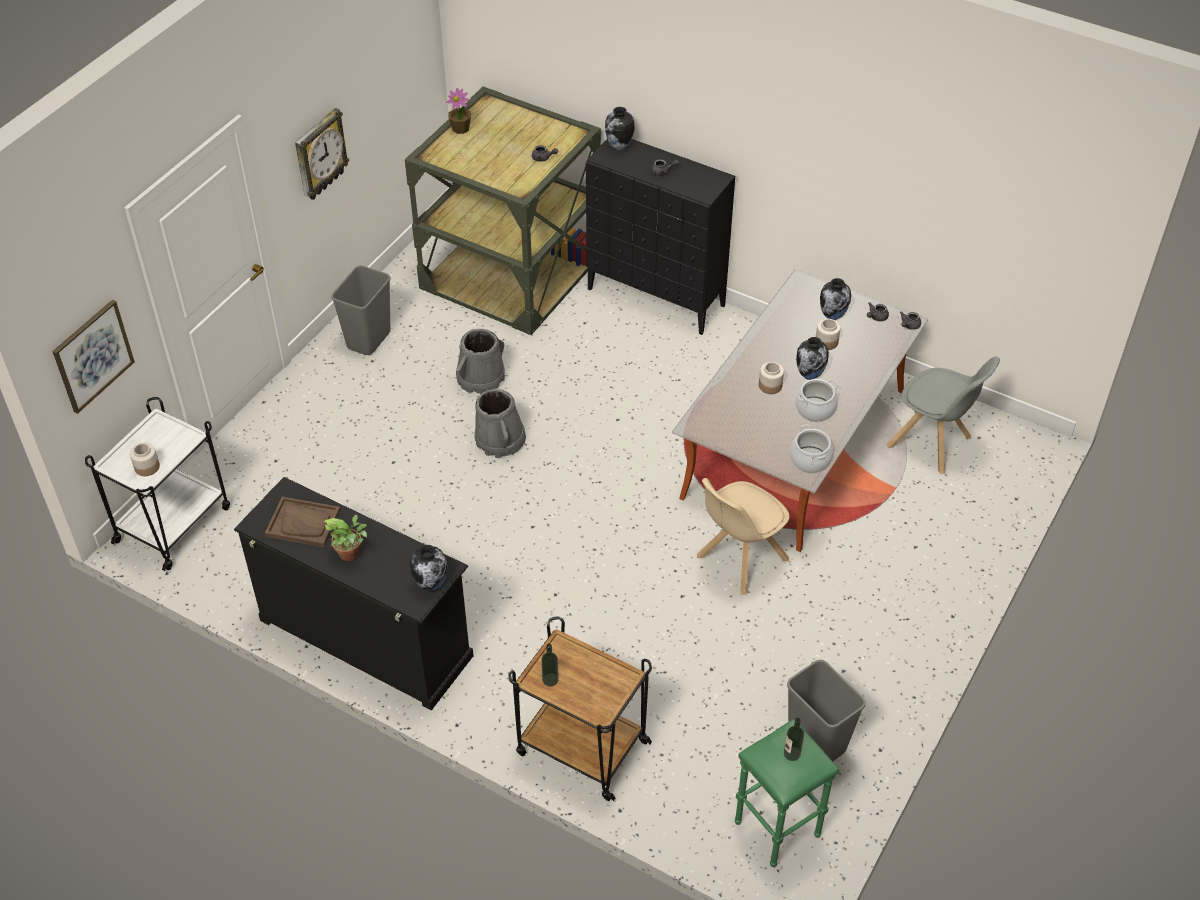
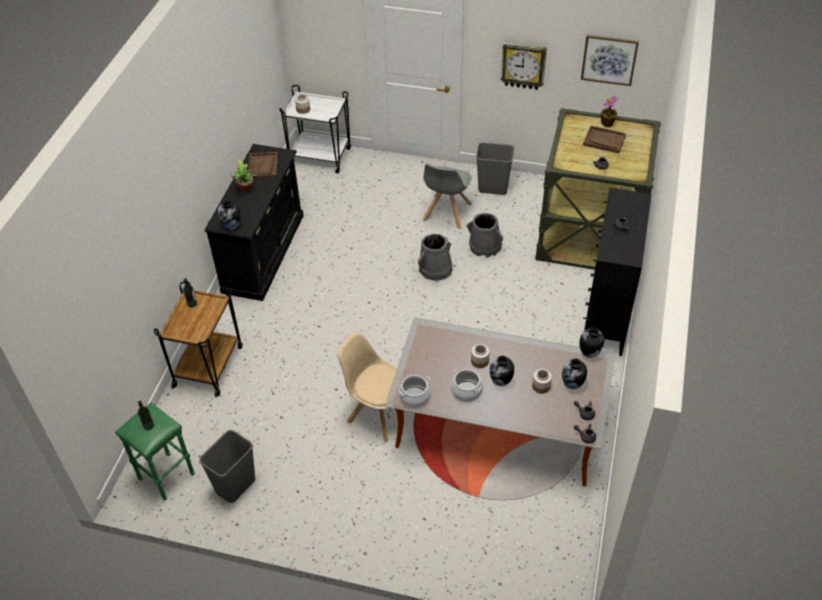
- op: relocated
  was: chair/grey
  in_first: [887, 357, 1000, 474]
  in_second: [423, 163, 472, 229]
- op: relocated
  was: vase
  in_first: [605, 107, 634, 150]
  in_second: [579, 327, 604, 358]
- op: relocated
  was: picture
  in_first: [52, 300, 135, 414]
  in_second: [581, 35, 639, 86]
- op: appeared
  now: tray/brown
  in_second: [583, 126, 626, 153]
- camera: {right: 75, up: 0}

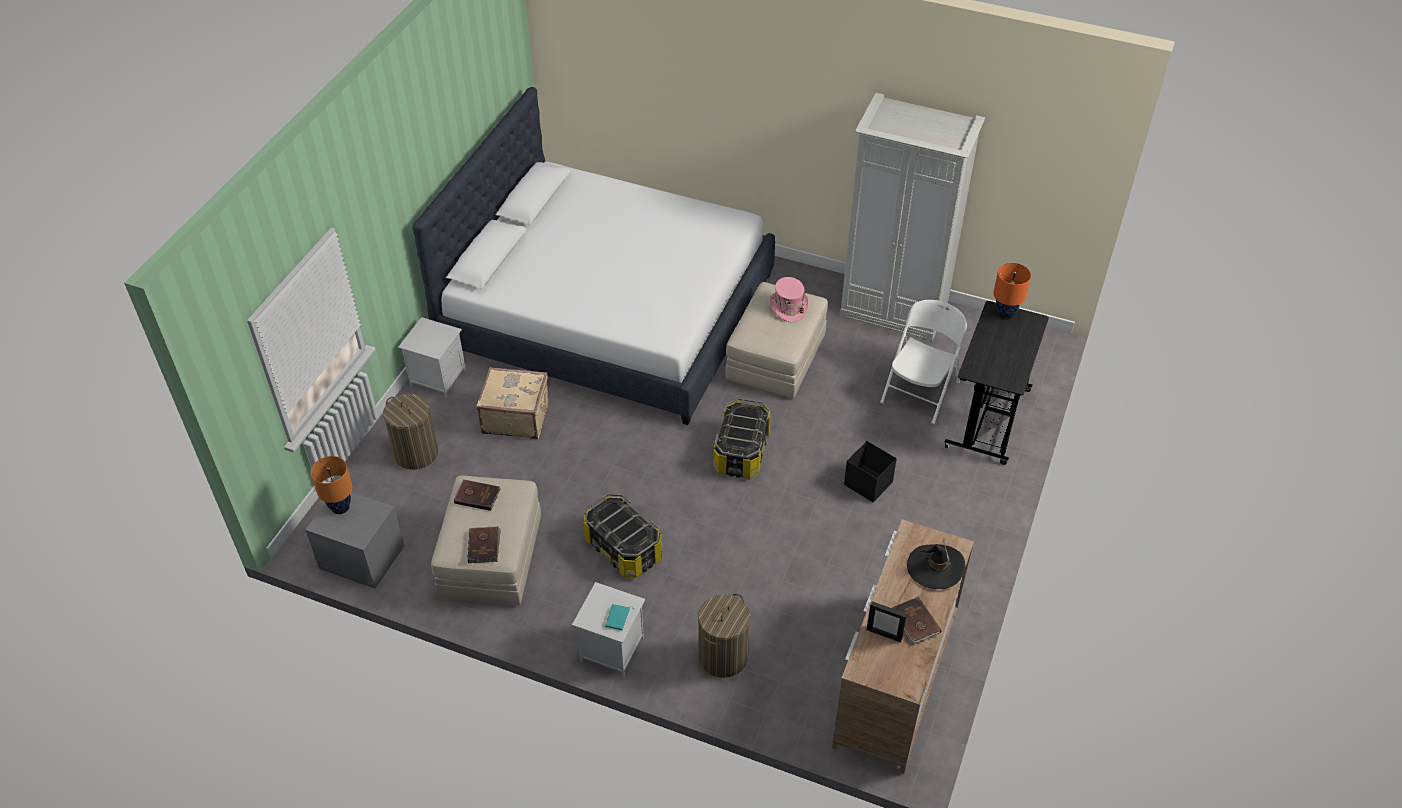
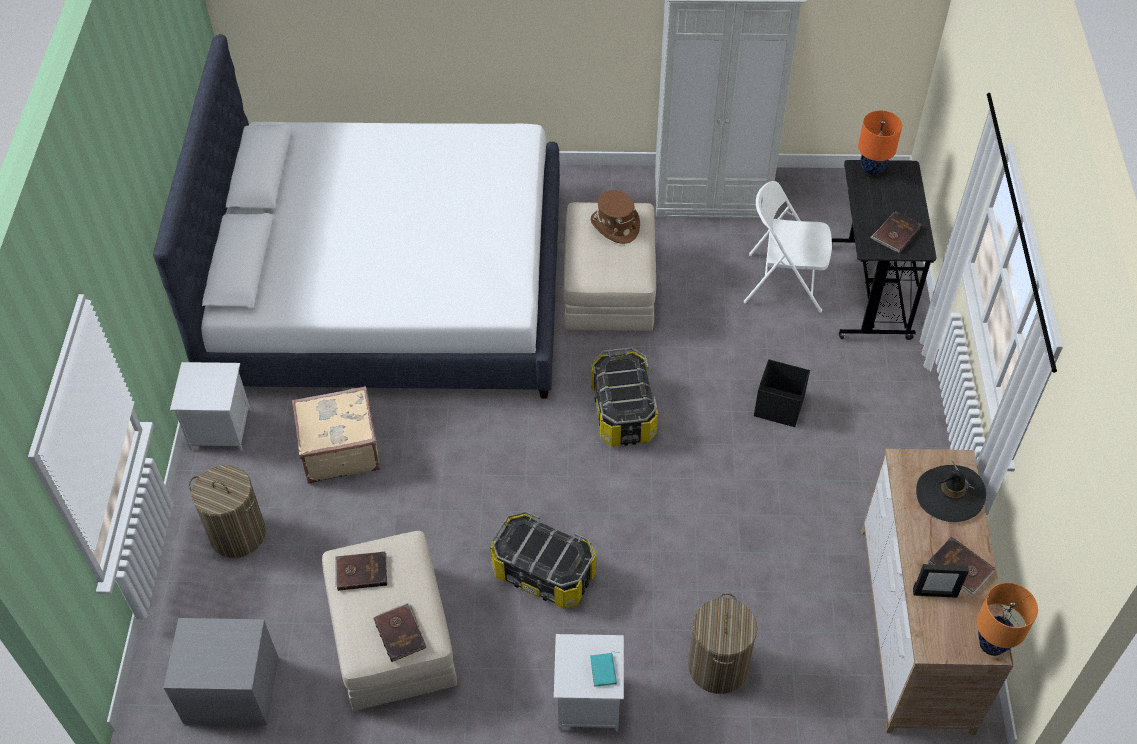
- op: colour
  was: hat/pink
  now: hat/brown
  in_first: [769, 277, 809, 322]
  in_second: [591, 190, 640, 244]
- op: spun
  was: chair/white
  in_first: [880, 300, 967, 424]
  in_second: [744, 181, 832, 313]
  clockwise: -90
- op: appeared
  now: book/brown
  in_second: [870, 211, 922, 254]
- op: relocated
  was: table lamp/orange
  in_first: [311, 456, 353, 514]
  in_second: [977, 583, 1038, 656]
- camera: {right: -20, up: 5}

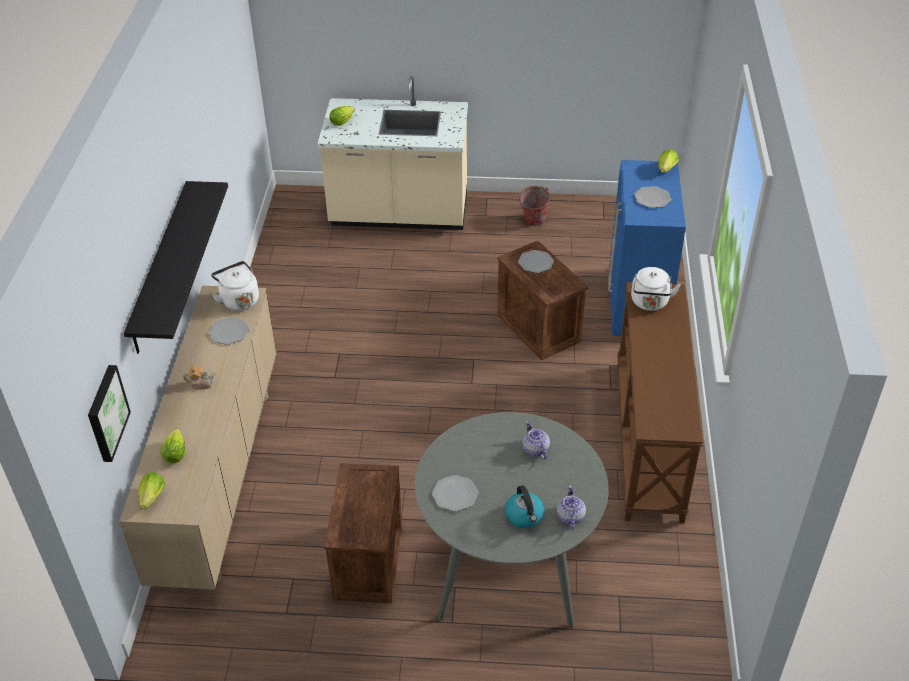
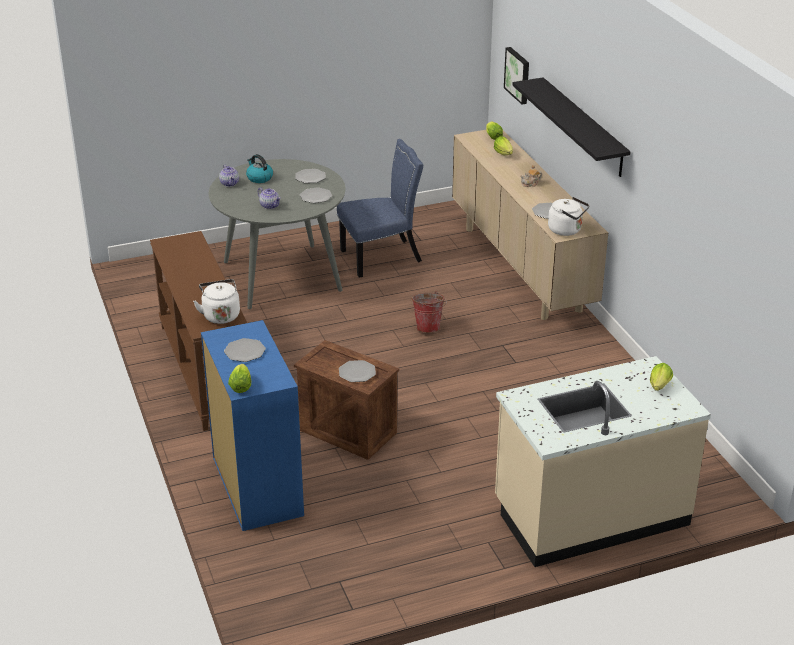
- op: appeared
  now: plate
  in_second: [300, 187, 332, 203]
- op: exchanged
  was: crate
  now: chair/blue
  in_first: [324, 463, 402, 603]
  in_second: [337, 139, 424, 278]
- op: relocated
  was: bucket
  in_first: [517, 186, 550, 226]
  in_second: [412, 291, 447, 333]
- camera: {right: 155, up: -10}

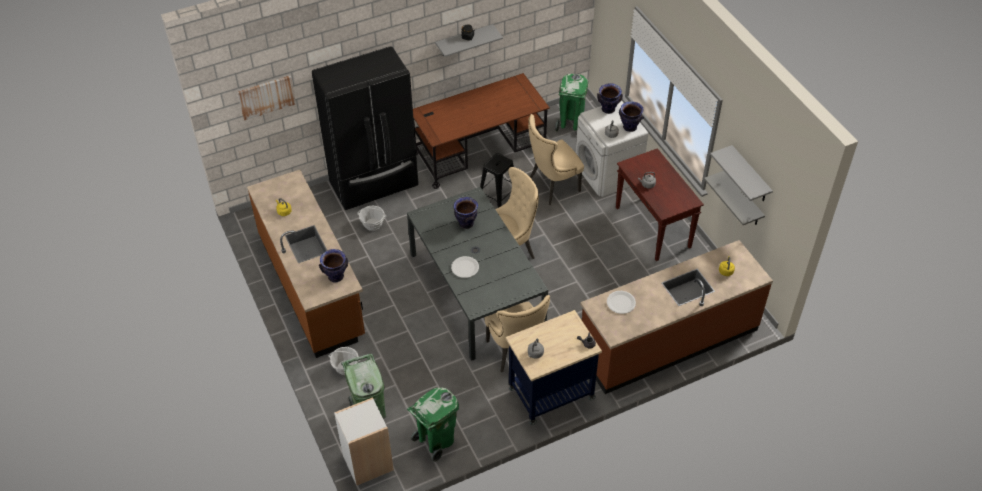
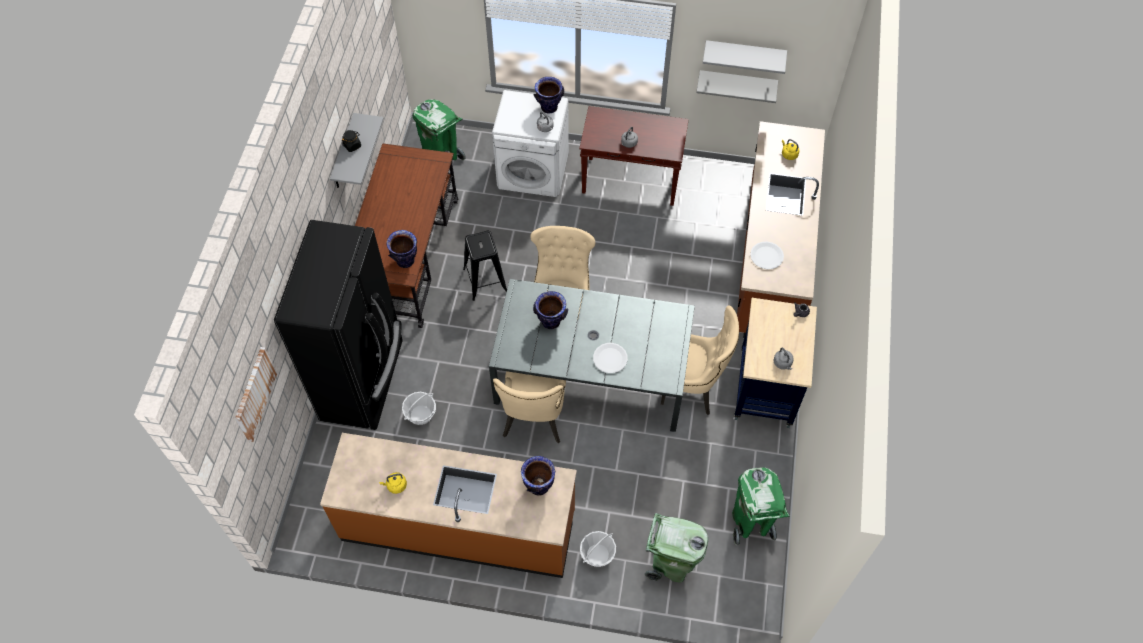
- op: relocated
  was: vase
  in_first: [597, 83, 623, 114]
  in_second: [387, 230, 417, 268]
- op: relocated
  was: chair/beige
  in_first: [528, 114, 584, 205]
  in_second: [493, 368, 566, 443]
- op: missing
  was: bookcase
  in_first: [334, 397, 394, 486]
- camera: {right: -55, up: 10}

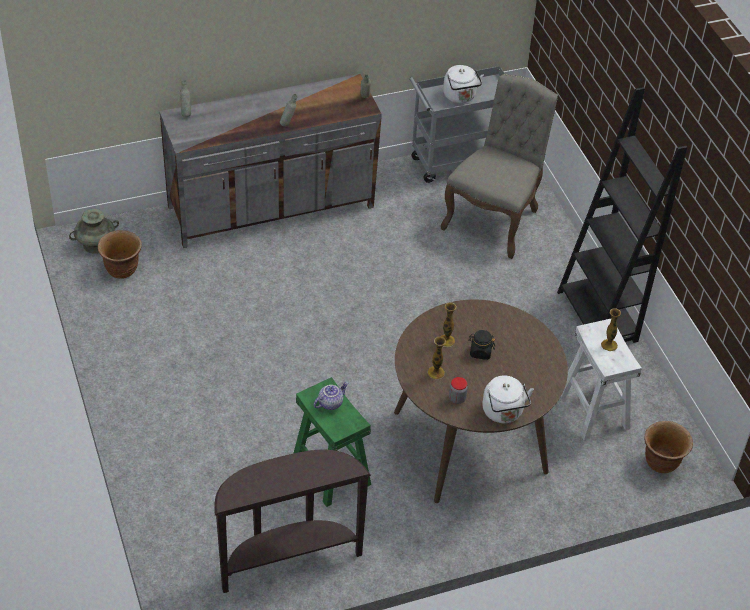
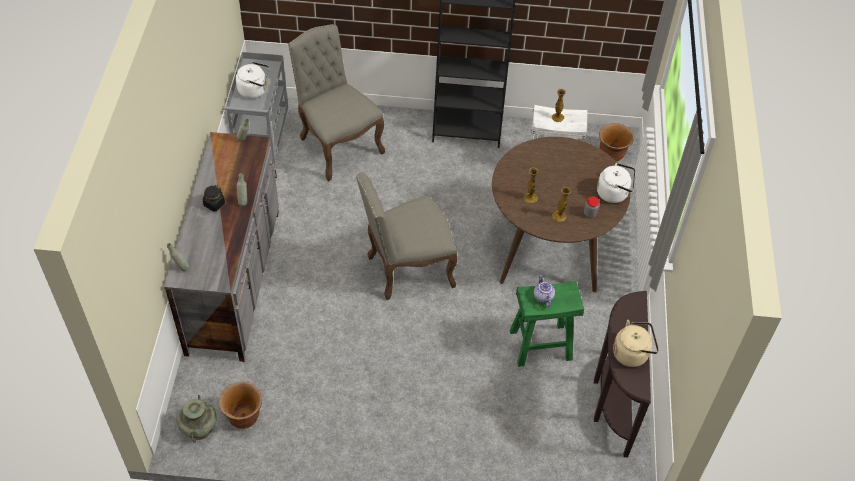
- op: relocated
  was: jar/black
  in_first: [468, 330, 495, 360]
  in_second: [203, 185, 225, 211]
- op: appeared
  now: chair/grey
  in_second: [356, 172, 457, 300]
- op: appeared
  now: kettle/beige
  in_second: [613, 320, 659, 367]
- camera: {right: -65, up: 5}

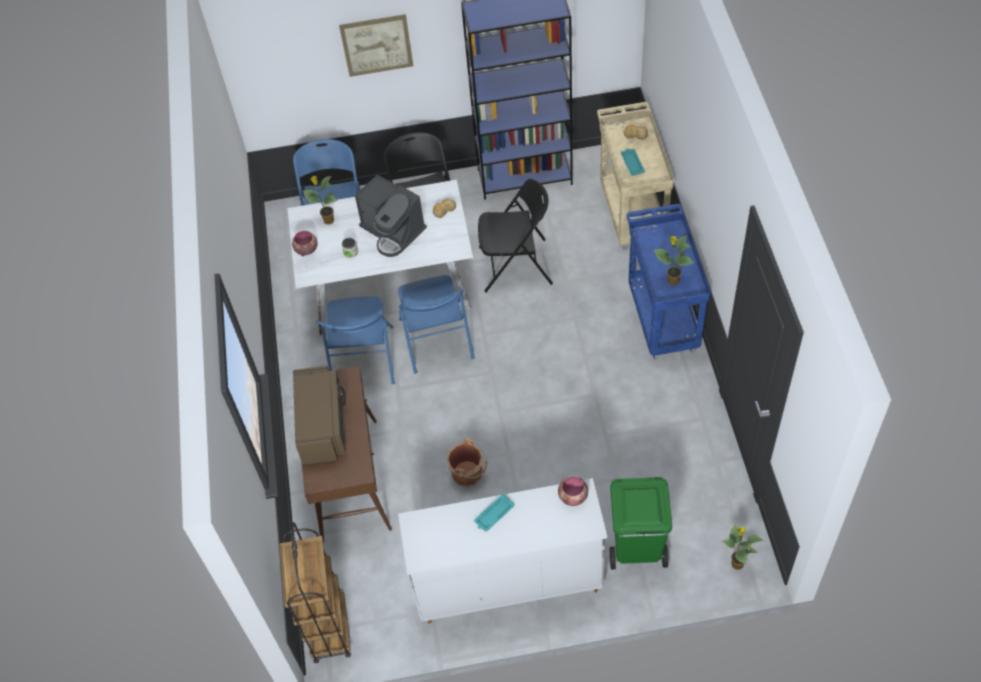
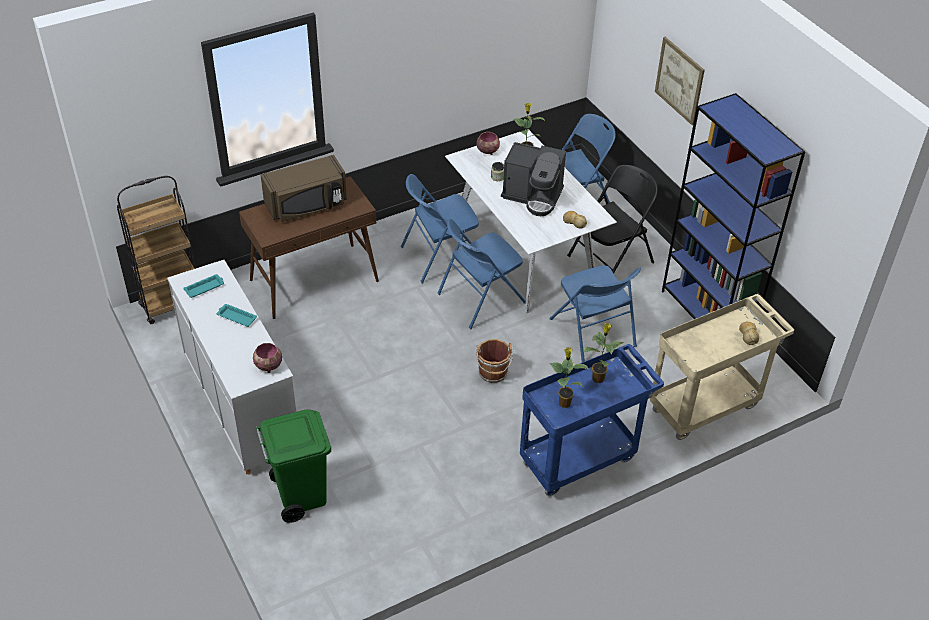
- op: relocated
  was: tray/turquoise
  in_first: [621, 149, 645, 176]
  in_second: [183, 274, 224, 298]
- op: relocated
  was: bucket/brown
  in_first: [447, 439, 488, 487]
  in_second: [475, 339, 514, 383]
- op: spun
  was: coffee machine
  in_first: [355, 175, 427, 257]
  in_second: [501, 142, 566, 216]
  clockwise: -90
- op: colour
  was: chair/black
  now: chair/blue
  in_first: [478, 179, 553, 293]
  in_second: [549, 265, 641, 363]
- op: relocated
  was: potted plant
  in_first: [722, 525, 764, 570]
  in_second: [583, 323, 624, 383]
- camera: {right: 65, up: -10}

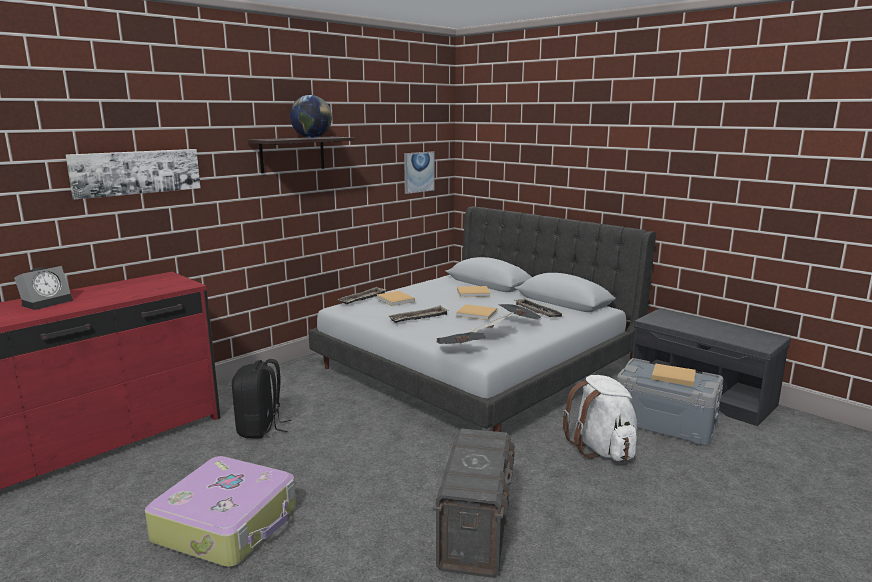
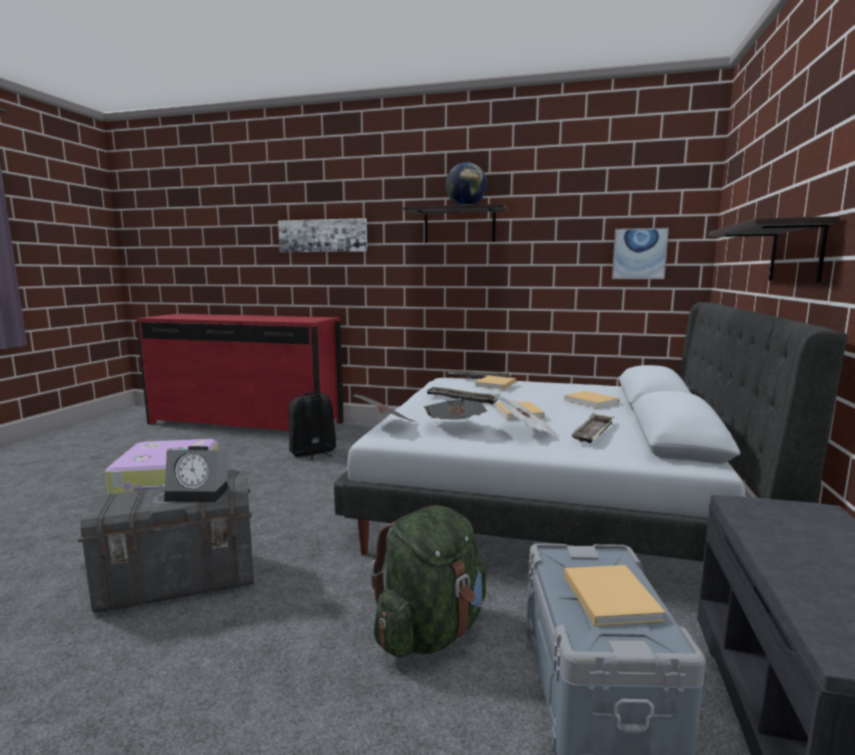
- op: relocated
  was: alarm clock
  in_first: [14, 266, 73, 310]
  in_second: [164, 446, 229, 502]
- op: colour
  was: backpack/white
  now: backpack/green
  in_first: [563, 375, 637, 461]
  in_second: [371, 505, 486, 658]
- op: appeared
  now: shelf
  in_second: [708, 216, 840, 283]
- camera: {right: 60, up: -5}

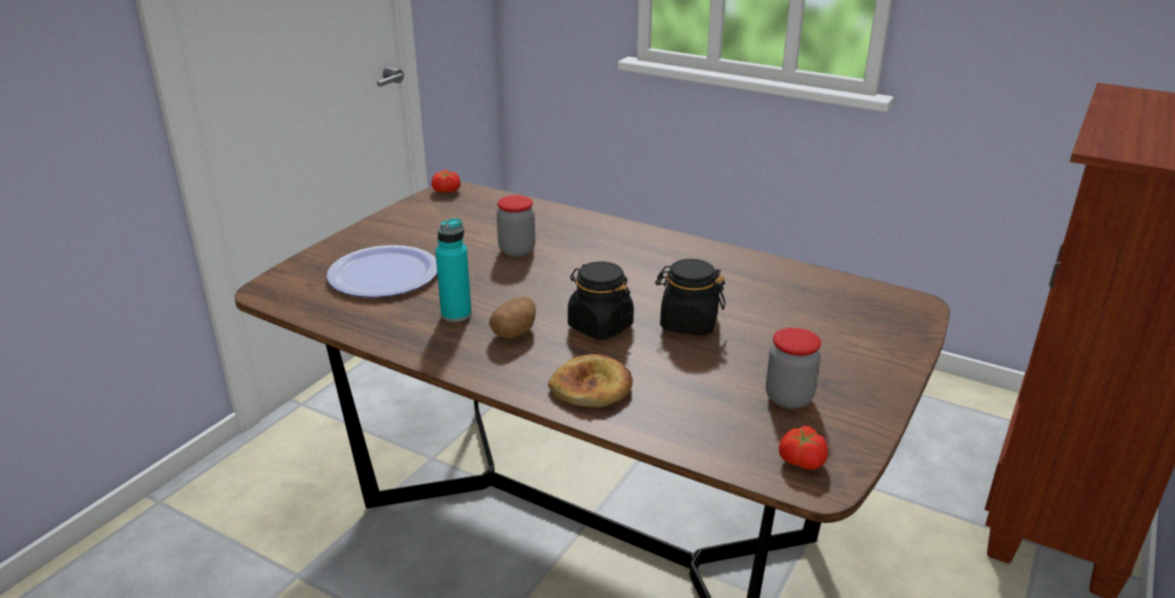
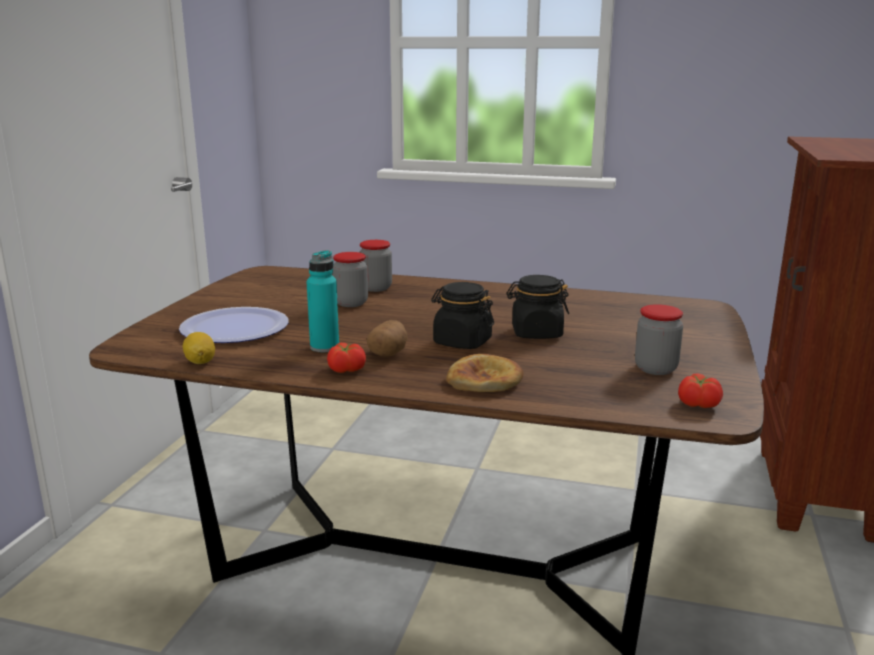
- op: appeared
  now: lemon
  in_second: [183, 332, 215, 364]
- op: relocated
  was: tomato
  in_first: [432, 170, 461, 193]
  in_second: [327, 343, 366, 373]
- op: appeared
  now: jar
  in_second: [360, 240, 392, 292]
- camera: {right: -15, up: -10}

